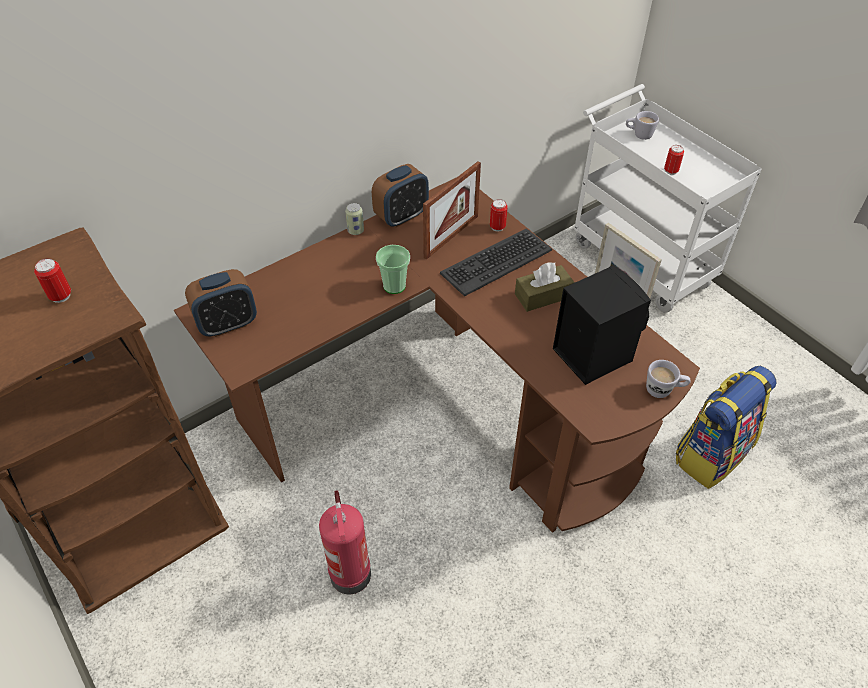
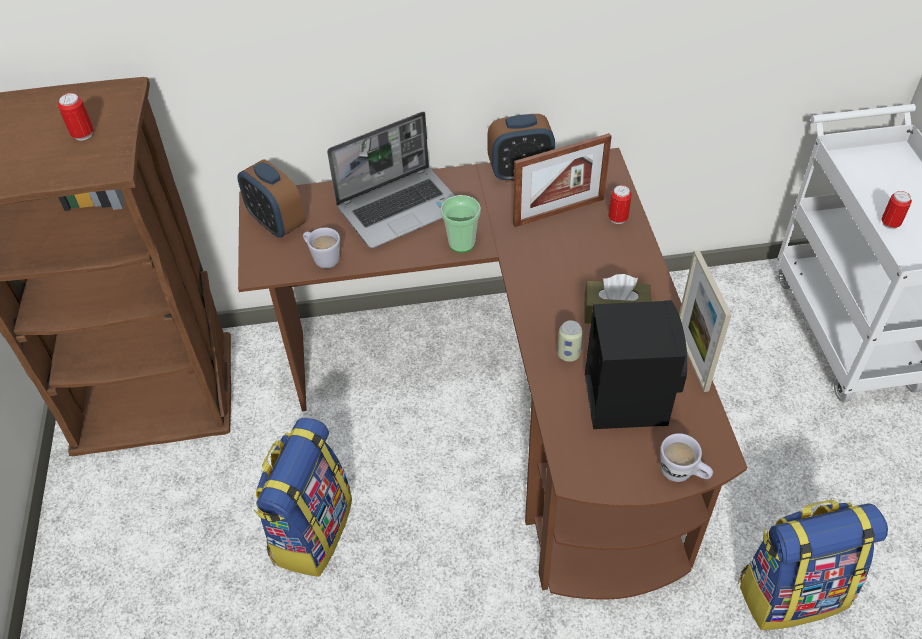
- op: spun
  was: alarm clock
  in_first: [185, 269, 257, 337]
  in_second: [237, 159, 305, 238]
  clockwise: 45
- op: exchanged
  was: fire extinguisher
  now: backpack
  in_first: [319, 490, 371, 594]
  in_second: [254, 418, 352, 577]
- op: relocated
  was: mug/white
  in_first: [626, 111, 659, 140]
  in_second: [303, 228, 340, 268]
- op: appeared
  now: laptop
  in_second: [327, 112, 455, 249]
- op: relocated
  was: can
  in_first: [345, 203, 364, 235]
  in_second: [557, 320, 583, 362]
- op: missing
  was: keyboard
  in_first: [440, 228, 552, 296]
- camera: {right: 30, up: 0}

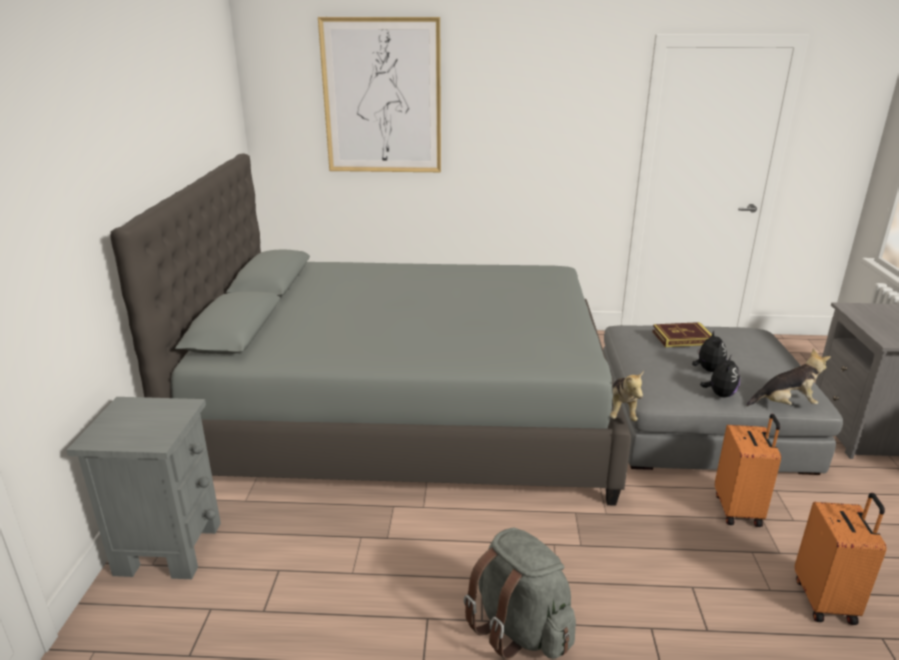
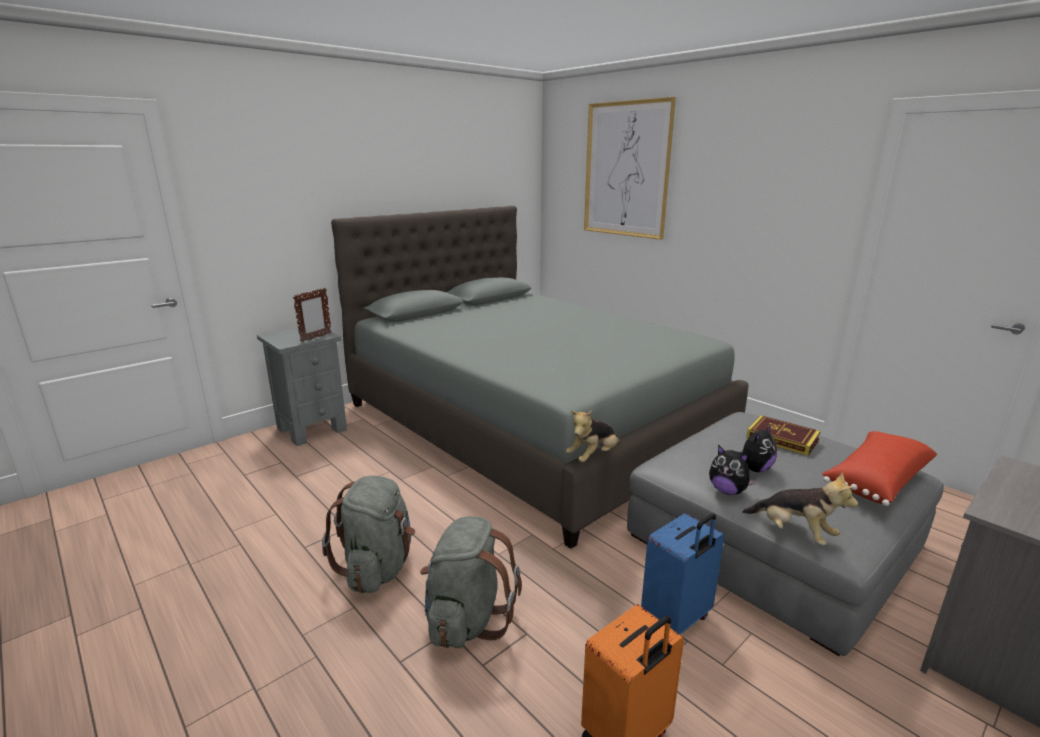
- op: appeared
  now: picture frame
  in_second: [293, 288, 332, 342]
- op: appeared
  now: backpack/grey
  in_second: [420, 516, 522, 648]
- op: colour
  was: suitcase/orange
  now: suitcase/blue
  in_first: [715, 414, 781, 527]
  in_second: [641, 513, 724, 635]
- op: spun
  was: plush toy
  in_first: [700, 354, 740, 397]
  in_second: [709, 445, 756, 495]
  clockwise: 60
- op: appeared
  now: pillow/red
  in_second: [822, 431, 937, 506]
- camera: {right: 45, up: -5}

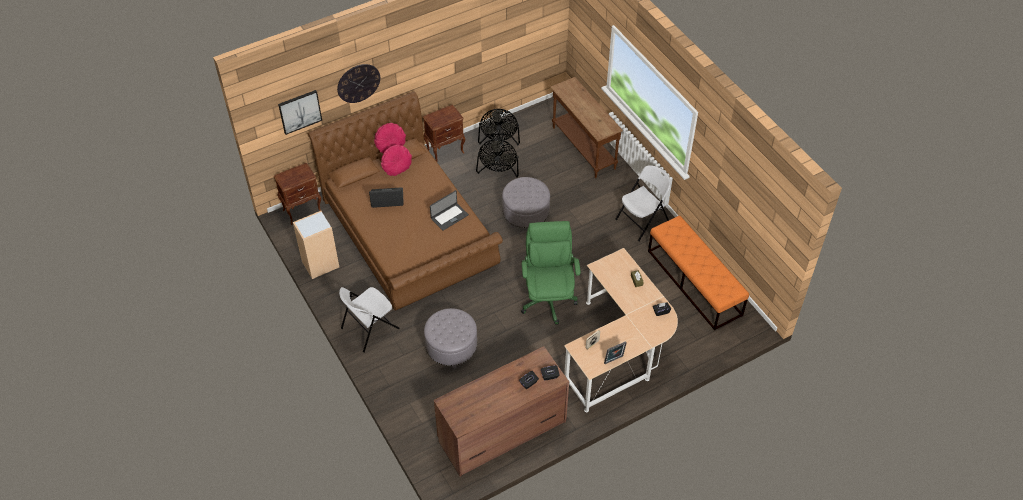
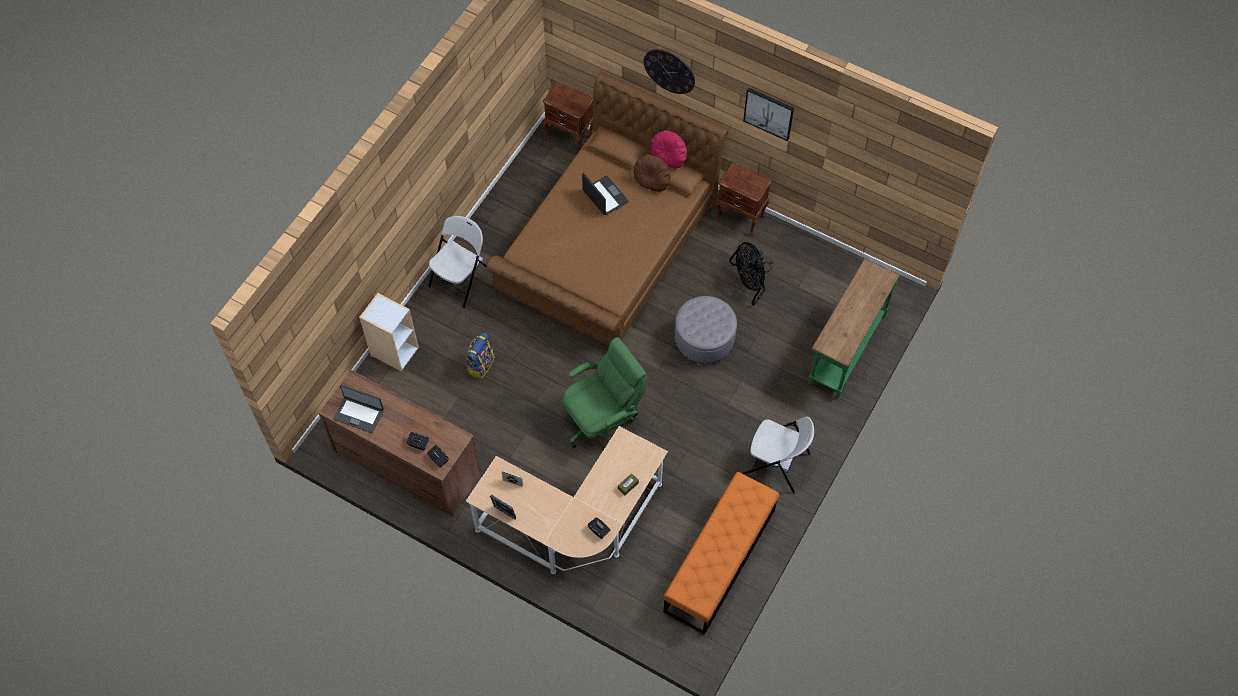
- op: relocated
  was: laptop
  in_first: [430, 190, 469, 231]
  in_second: [333, 385, 384, 433]
- op: relocated
  was: bookcase
  in_first: [293, 211, 339, 279]
  in_second: [359, 293, 419, 371]
- op: spun
  was: chair/white
  in_first: [339, 287, 400, 353]
  in_second: [428, 216, 494, 308]
  clockwise: 105
- op: exchanged
  was: ottoman/grey
  now: backpack
  in_first: [424, 308, 477, 369]
  in_second: [466, 333, 495, 379]
- op: colour
  was: pillow/pink
  now: pillow/brown
  in_first: [381, 145, 412, 176]
  in_second: [634, 155, 671, 192]
- op: relocated
  was: picture
  in_first: [278, 90, 322, 135]
  in_second: [743, 88, 794, 141]
- op: colour
  was: console table/brown
  now: console table/green
  in_first: [550, 77, 623, 178]
  in_second: [808, 259, 900, 399]
- op: missing
  was: fan/black
  in_first: [478, 109, 520, 146]
- camera: {right: 60, up: 10}

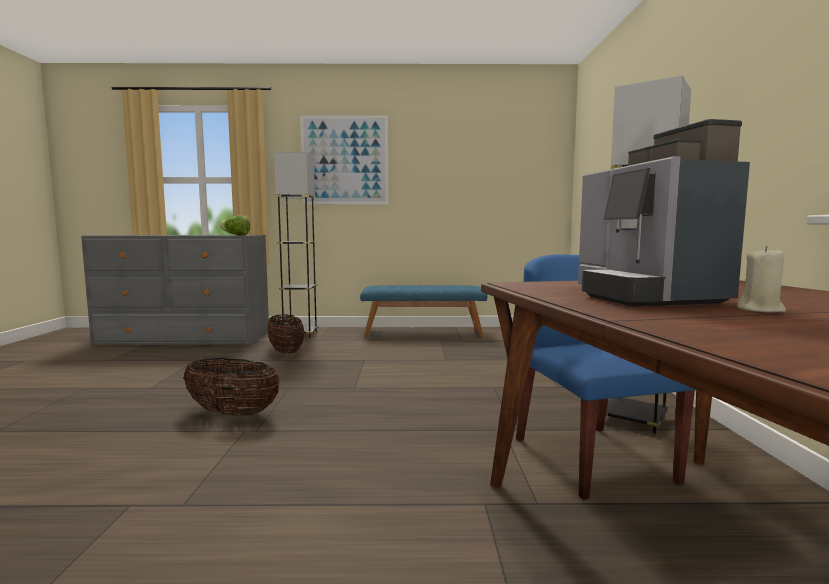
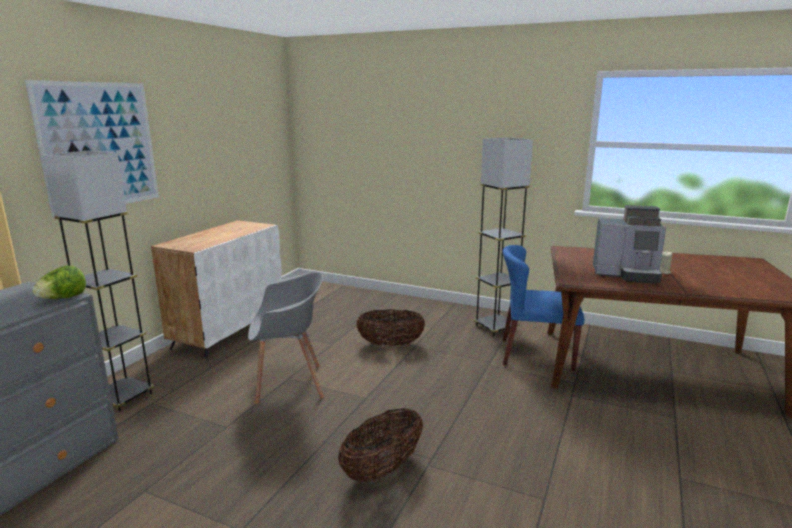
- op: exchanged
  was: bench/blue
  now: cabinet/white
  in_first: [360, 285, 487, 337]
  in_second: [151, 220, 282, 359]
- op: appeared
  now: chair/grey
  in_second: [248, 272, 324, 404]
- op: relocated
  was: basket
  in_first: [267, 314, 305, 354]
  in_second: [356, 309, 425, 346]
- camera: {right: -65, up: 10}

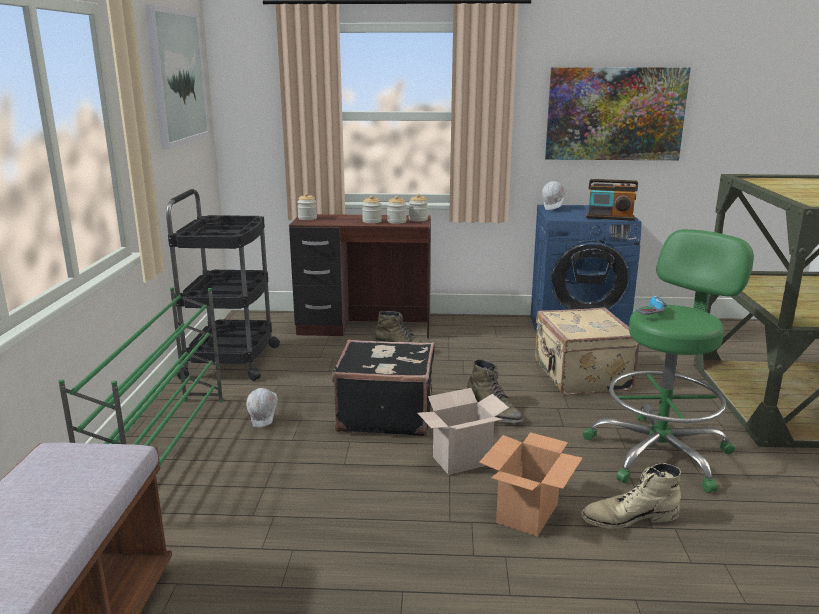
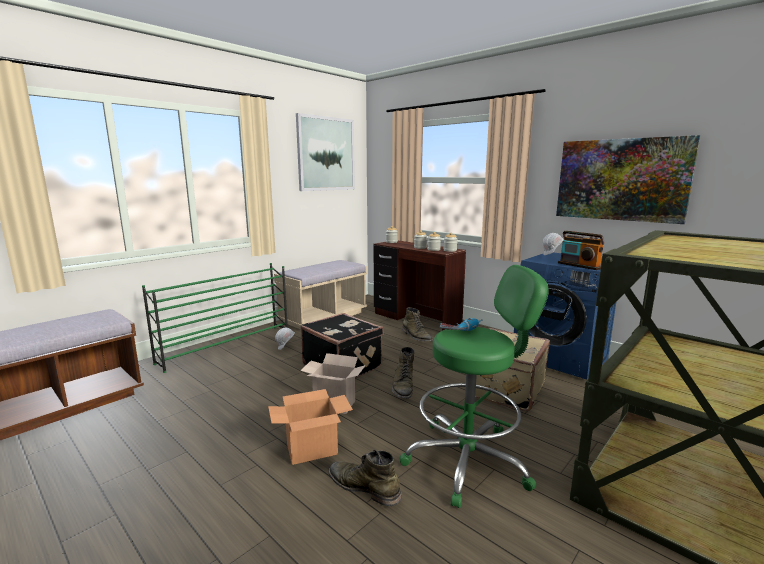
- op: exchanged
  was: cart/black
  now: bench/beige
  in_first: [166, 189, 280, 381]
  in_second: [274, 260, 367, 329]
- op: colour
  was: boot/beige
  now: boot/green
  in_first: [581, 463, 681, 529]
  in_second: [329, 450, 402, 506]
- camera: {right: 40, up: -5}

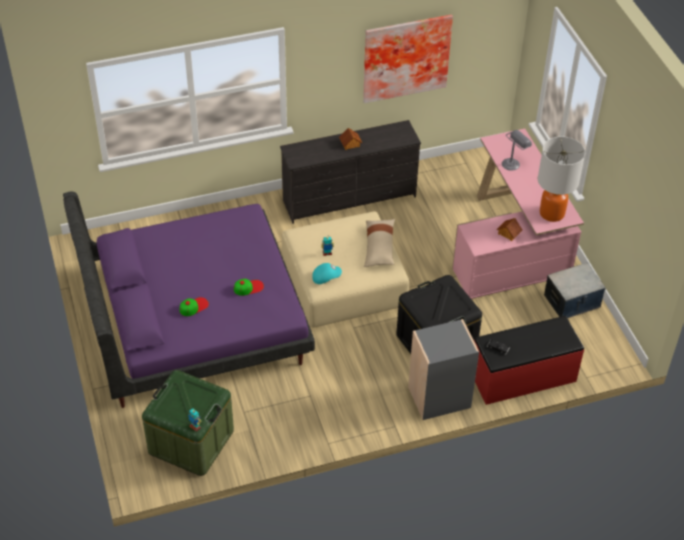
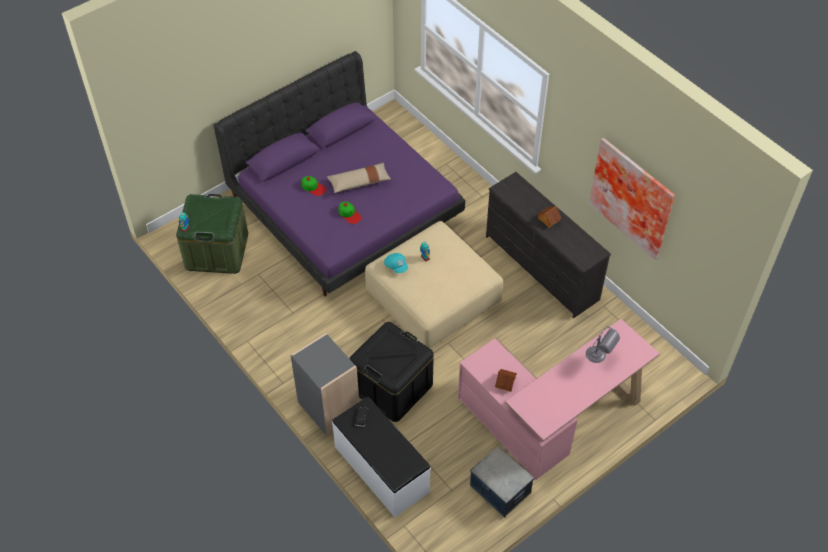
- op: relocated
  was: pillow/beige
  in_first: [364, 219, 395, 267]
  in_second: [327, 163, 391, 193]
- op: colour
  was: bench/red
  now: bench/white
  in_first: [474, 316, 584, 405]
  in_second: [332, 396, 431, 517]
- op: missing
  was: table lamp
  in_first: [538, 136, 585, 222]
- camera: {right: 70, up: 5}

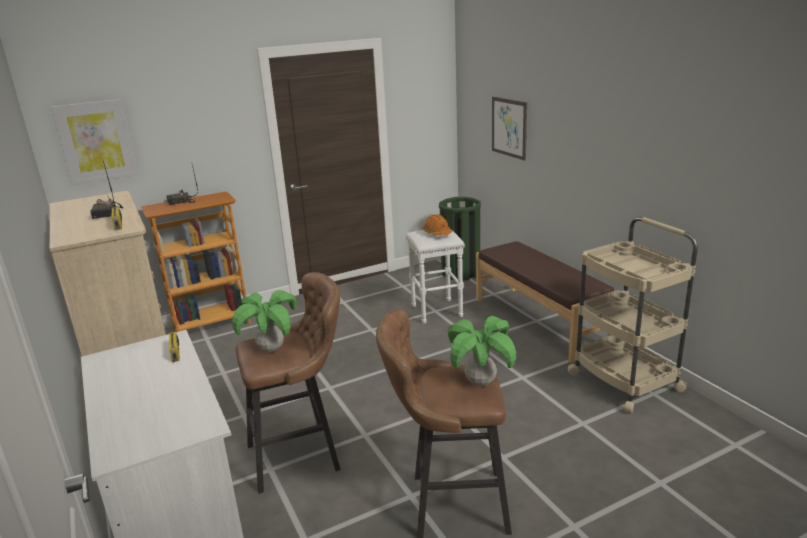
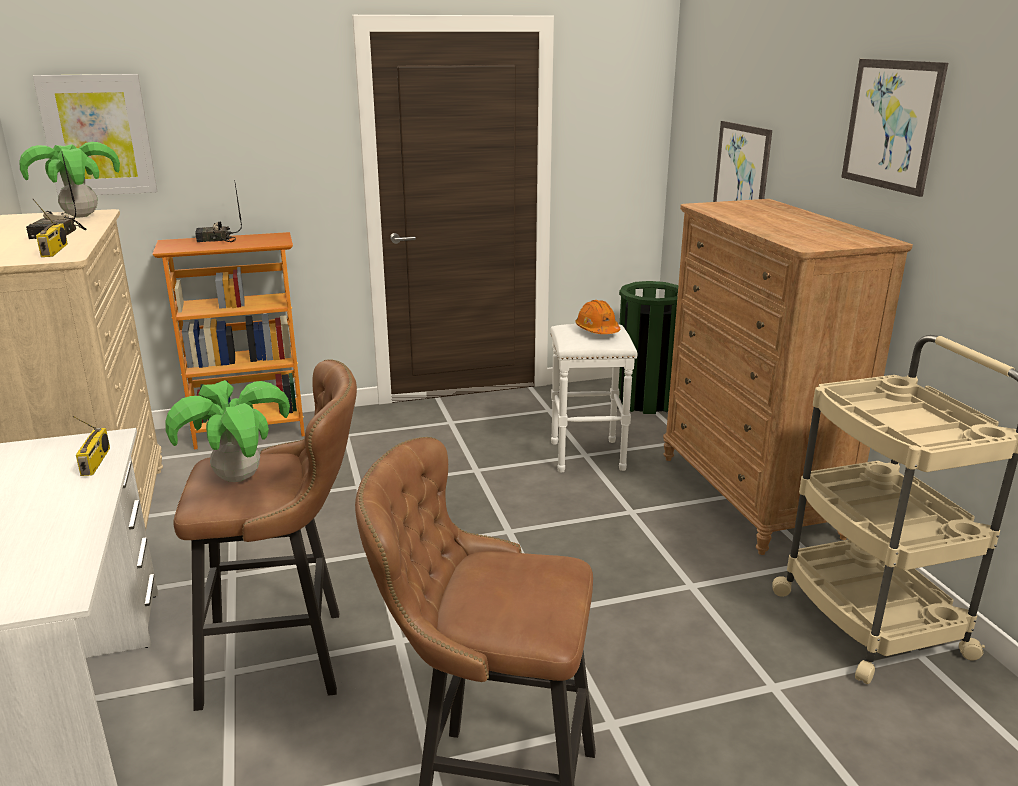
- op: relocated
  was: potted plant
  in_first: [448, 316, 516, 386]
  in_second: [19, 142, 120, 217]
- op: exchanged
  was: bench/brown
  now: dresser/brown
  in_first: [476, 241, 614, 363]
  in_second: [663, 199, 913, 555]
- op: appeared
  now: picture
  in_second: [841, 59, 948, 197]
- camera: {right: 10, up: 0}

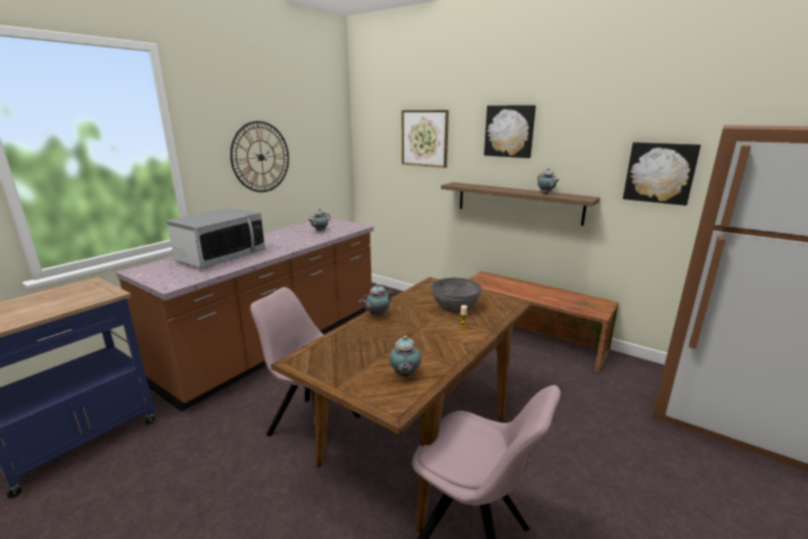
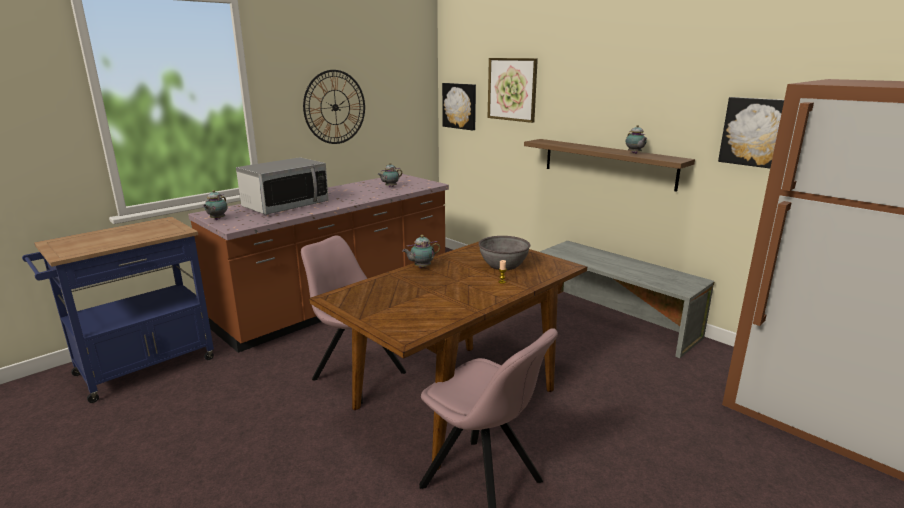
- op: relocated
  was: teapot
  in_first: [390, 336, 421, 377]
  in_second: [203, 190, 227, 220]
- op: relocated
  was: picture
  in_first: [484, 105, 536, 158]
  in_second: [442, 83, 476, 130]
- op: colour
  was: bench/brown
  now: bench/grey
  in_first: [469, 271, 619, 373]
  in_second: [538, 241, 715, 358]
- camera: {right: 10, up: 0}

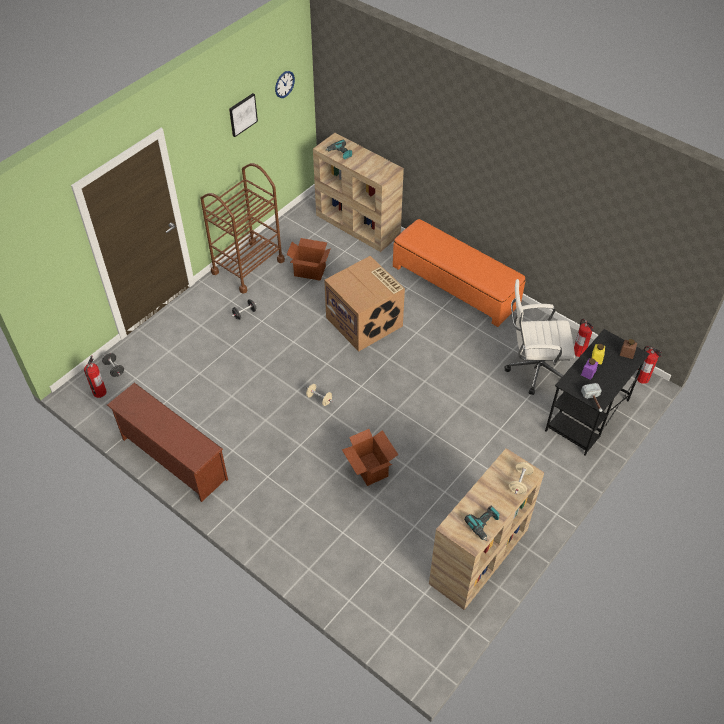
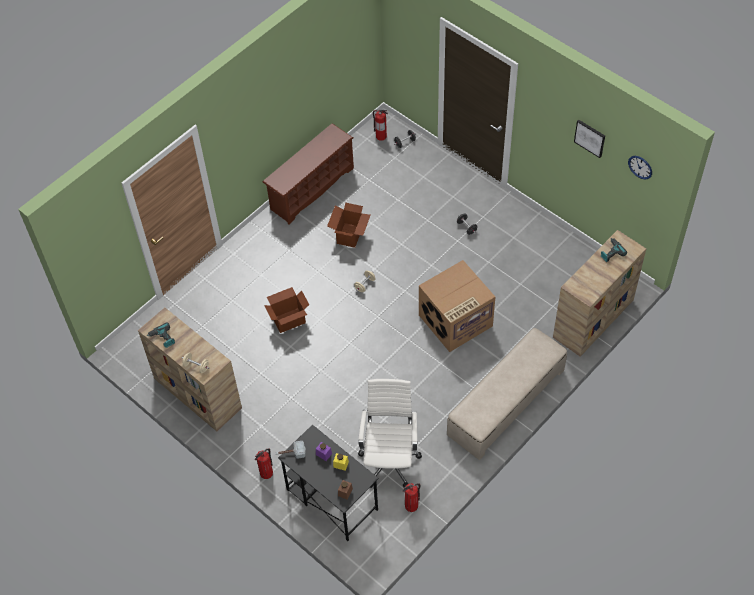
- op: relocated
  was: fire extinguisher
  in_first: [637, 346, 662, 384]
  in_second: [255, 448, 273, 479]
- op: relocated
  was: cardboard box
  in_first: [287, 238, 331, 281]
  in_second: [327, 202, 371, 248]
- op: colour
  was: bench/orange
  now: bench/beige
  in_first: [393, 219, 525, 327]
  in_second: [447, 328, 567, 460]
- op: missing
  was: cart/brown
  in_first: [200, 163, 285, 294]
- camera: {right: 95, up: 5}

